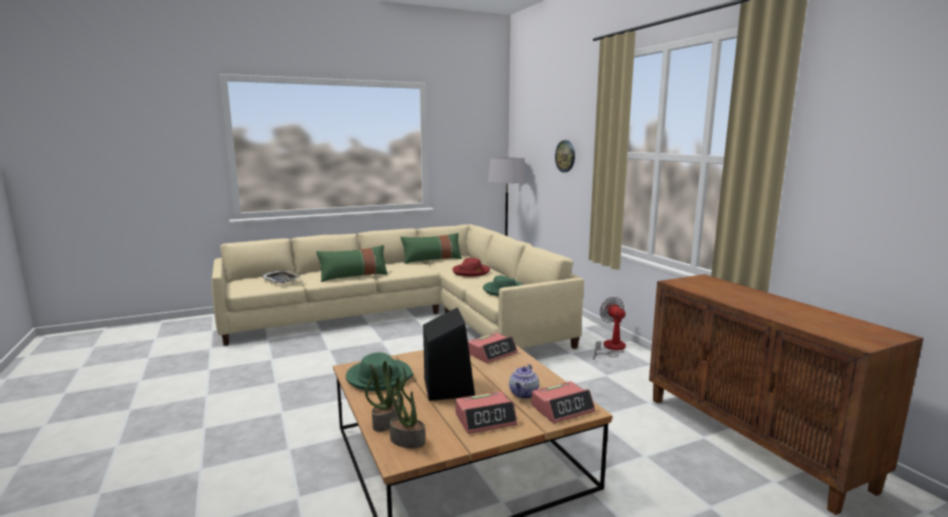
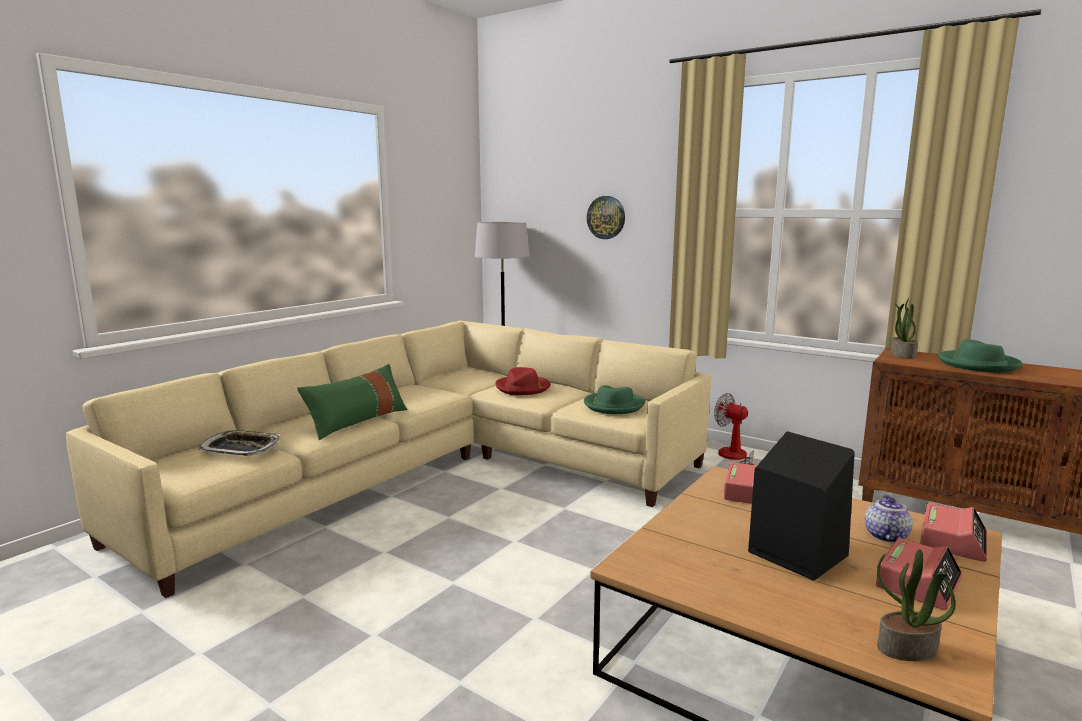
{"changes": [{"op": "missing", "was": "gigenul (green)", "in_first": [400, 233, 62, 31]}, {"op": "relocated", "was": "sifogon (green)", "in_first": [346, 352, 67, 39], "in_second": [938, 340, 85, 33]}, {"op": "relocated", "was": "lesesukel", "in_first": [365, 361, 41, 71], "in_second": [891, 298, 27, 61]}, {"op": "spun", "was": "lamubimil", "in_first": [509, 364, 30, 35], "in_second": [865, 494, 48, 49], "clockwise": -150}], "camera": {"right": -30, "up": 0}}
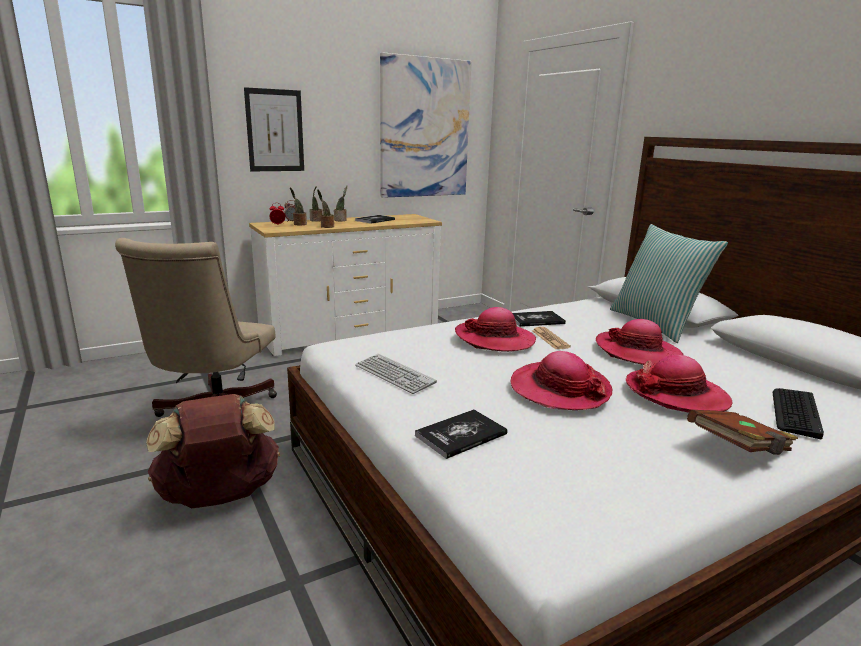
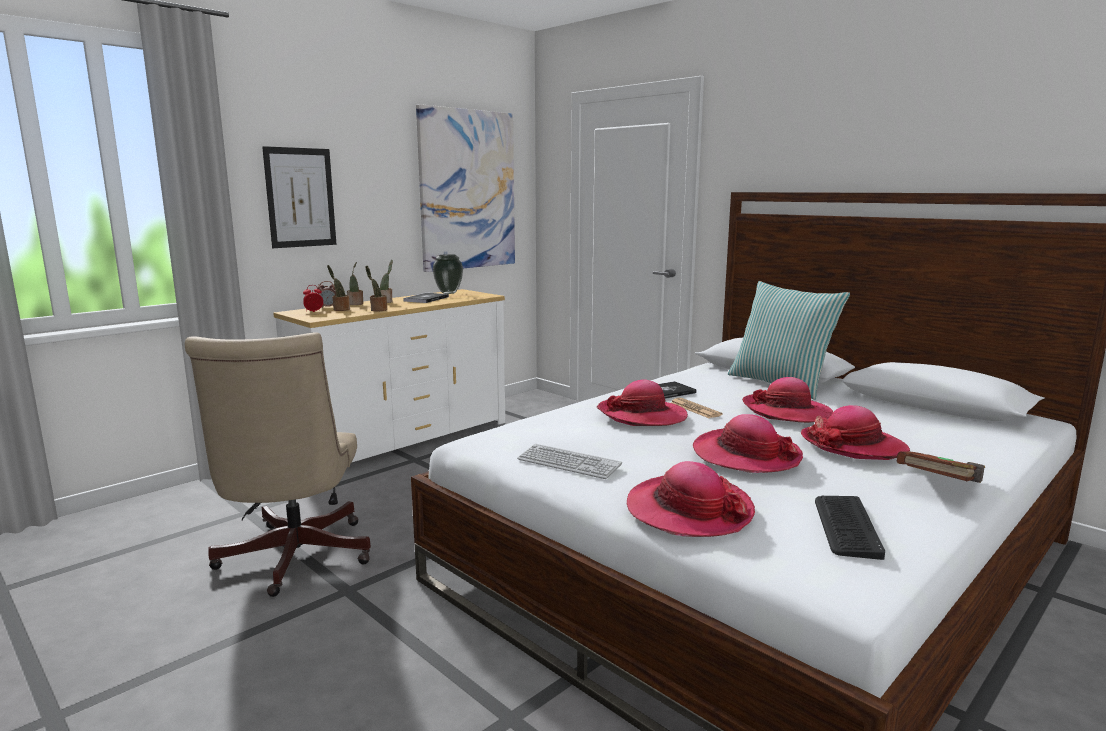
{"changes": [{"op": "missing", "was": "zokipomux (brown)", "in_first": [146, 394, 134, 114]}, {"op": "appeared", "now": "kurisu", "in_second": [433, 254, 30, 40]}, {"op": "relocated", "was": "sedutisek", "in_first": [773, 388, 51, 51], "in_second": [815, 496, 70, 64]}, {"op": "exchanged", "was": "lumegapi", "now": "sifogon", "in_first": [415, 409, 93, 50], "in_second": [627, 461, 128, 76]}], "camera": {"right": -15, "up": -5}}
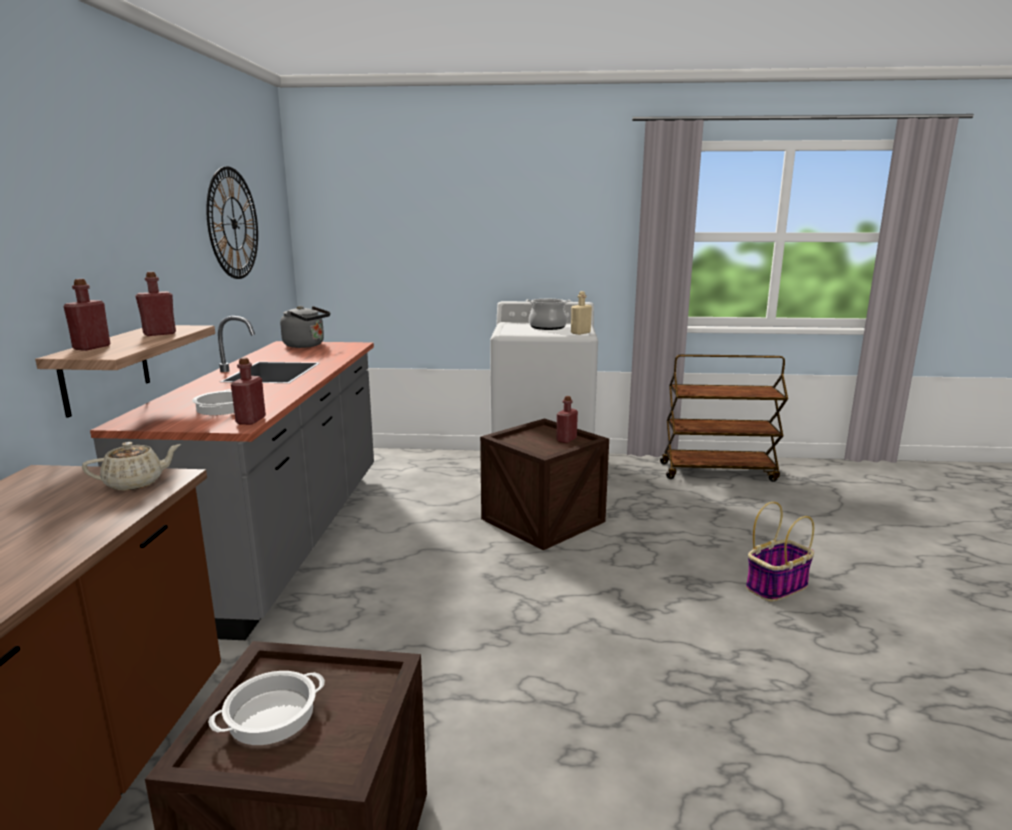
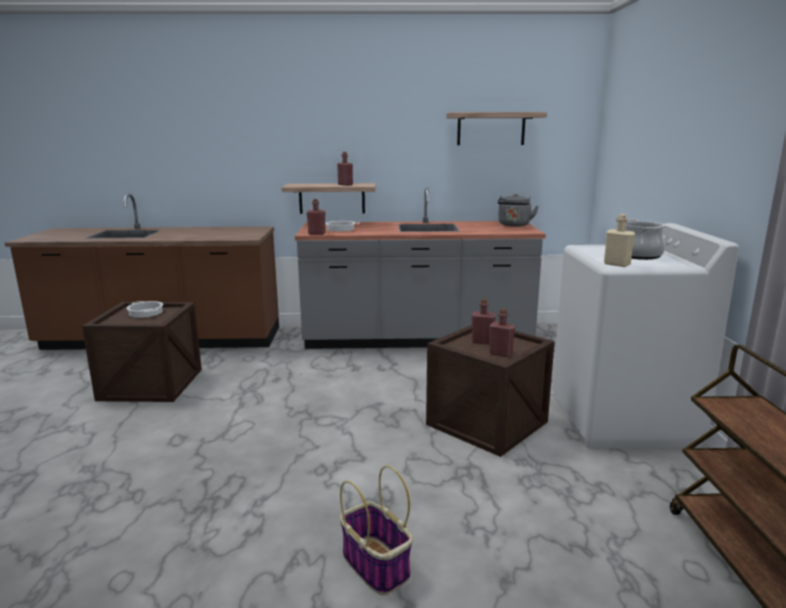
{"changes": [{"op": "missing", "was": "lamubimil (beige)", "in_first": [82, 442, 99, 48]}, {"op": "relocated", "was": "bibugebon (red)", "in_first": [63, 279, 48, 72], "in_second": [472, 299, 24, 45]}, {"op": "exchanged", "was": "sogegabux", "now": "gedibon", "in_first": [206, 166, 52, 113], "in_second": [447, 112, 100, 33]}], "camera": {"right": 85, "up": 0}}
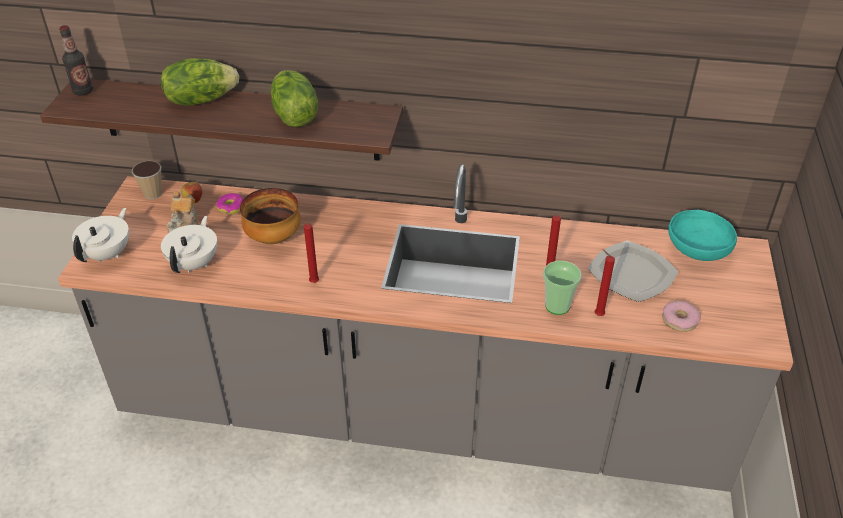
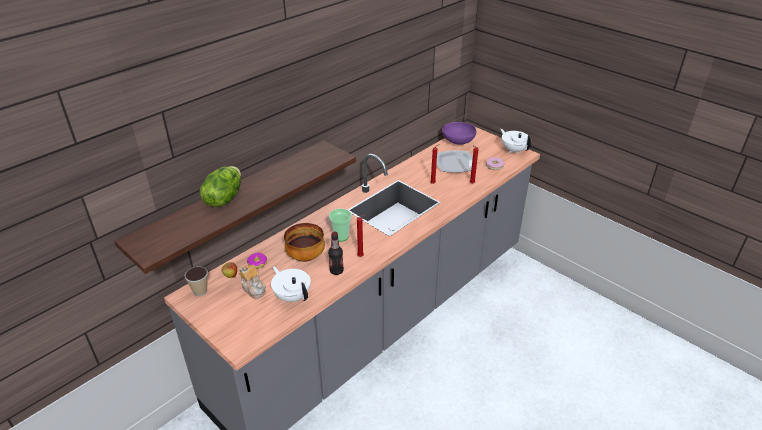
{"changes": [{"op": "missing", "was": "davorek", "in_first": [271, 70, 47, 57]}, {"op": "relocated", "was": "bibugebon", "in_first": [59, 25, 34, 70], "in_second": [328, 232, 16, 43]}, {"op": "relocated", "was": "lamubimil (white)", "in_first": [72, 208, 57, 54], "in_second": [501, 129, 30, 25]}, {"op": "relocated", "was": "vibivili", "in_first": [543, 261, 39, 54], "in_second": [329, 209, 23, 33]}, {"op": "colour", "was": "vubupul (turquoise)", "now": "vubupul (purple)", "in_first": [668, 210, 69, 51], "in_second": [442, 122, 34, 23]}], "camera": {"right": -55, "up": -5}}
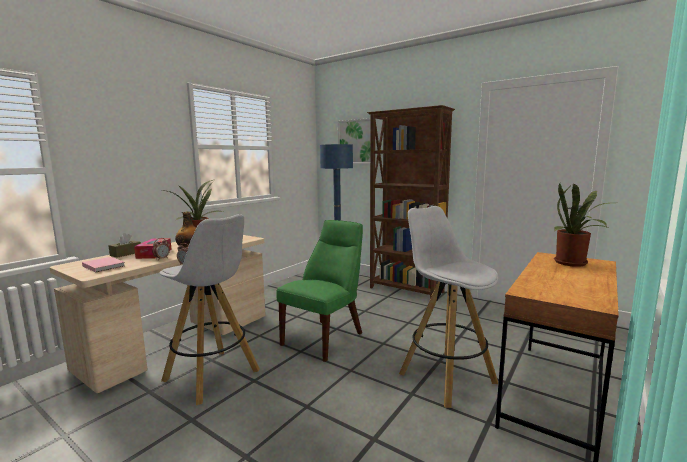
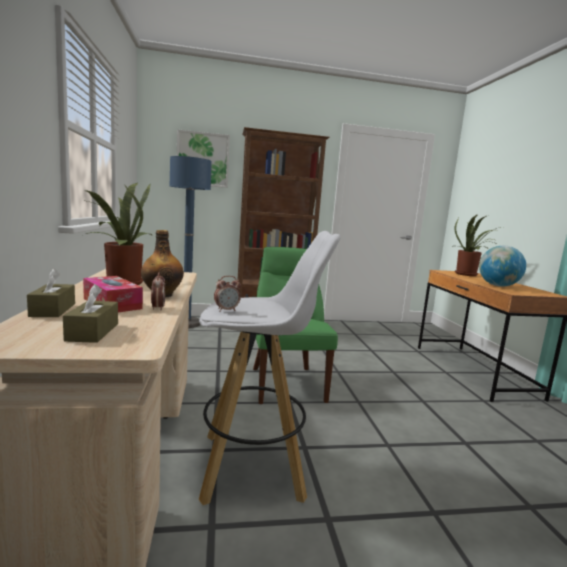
{"changes": [{"op": "missing", "was": "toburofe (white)", "in_first": [399, 206, 99, 202]}, {"op": "appeared", "now": "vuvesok", "in_second": [479, 246, 47, 41]}, {"op": "exchanged", "was": "lumegapi (pink)", "now": "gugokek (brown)", "in_first": [82, 257, 43, 16], "in_second": [63, 284, 55, 59]}], "camera": {"right": -45, "up": 0}}
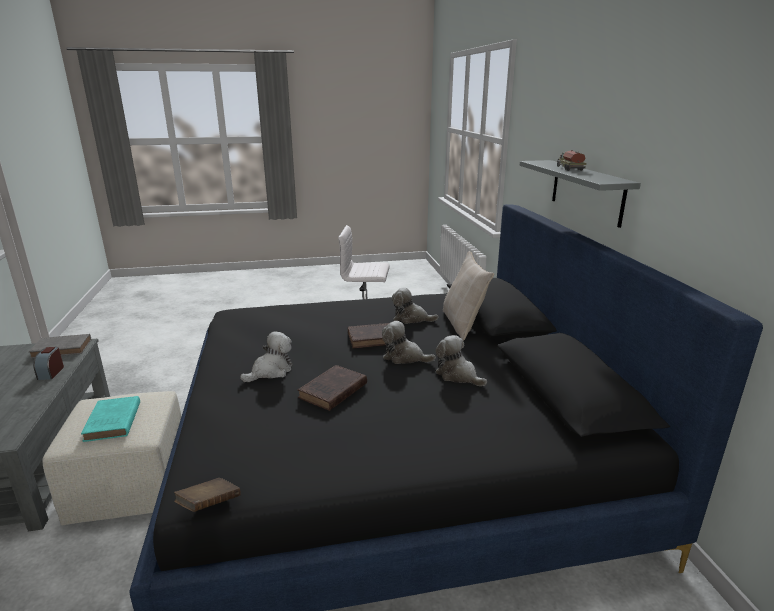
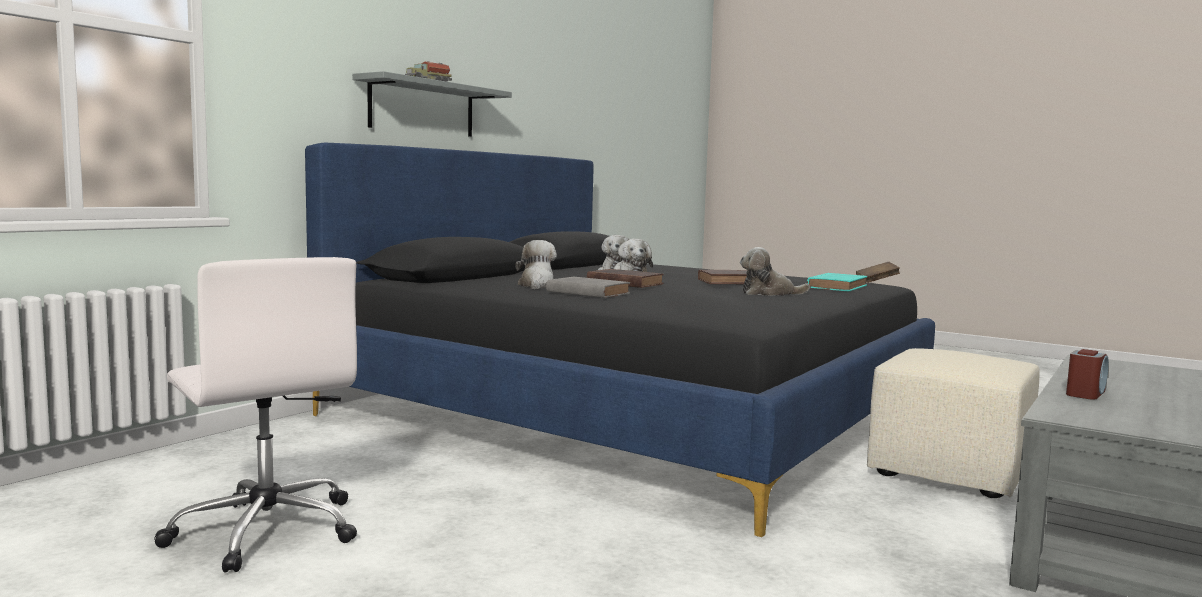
{"changes": [{"op": "missing", "was": "gigenul (beige)", "in_first": [443, 251, 51, 89]}, {"op": "relocated", "was": "lumegapi (grey)", "in_first": [29, 334, 62, 25], "in_second": [546, 277, 84, 21]}, {"op": "relocated", "was": "lumegapi (turquoise)", "in_first": [81, 396, 59, 46], "in_second": [807, 273, 60, 18]}, {"op": "spun", "was": "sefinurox", "in_first": [392, 287, 47, 37], "in_second": [515, 240, 42, 49], "clockwise": -150}], "camera": {"right": -135, "up": -15}}
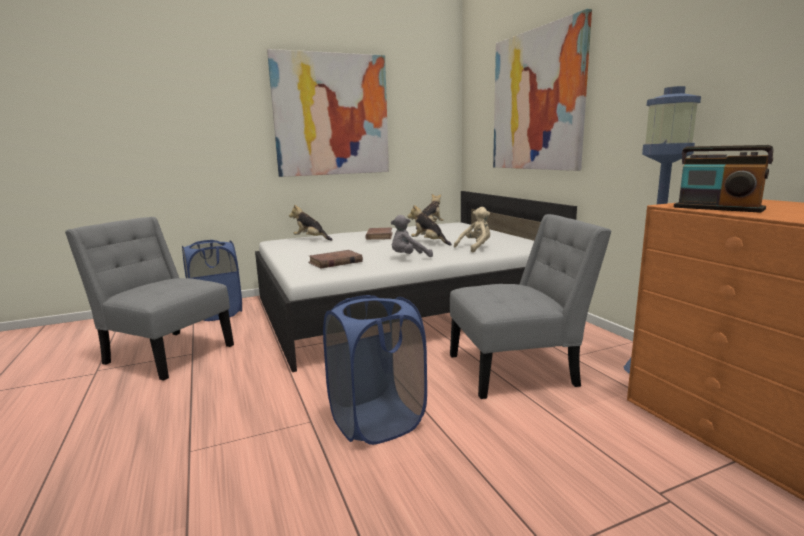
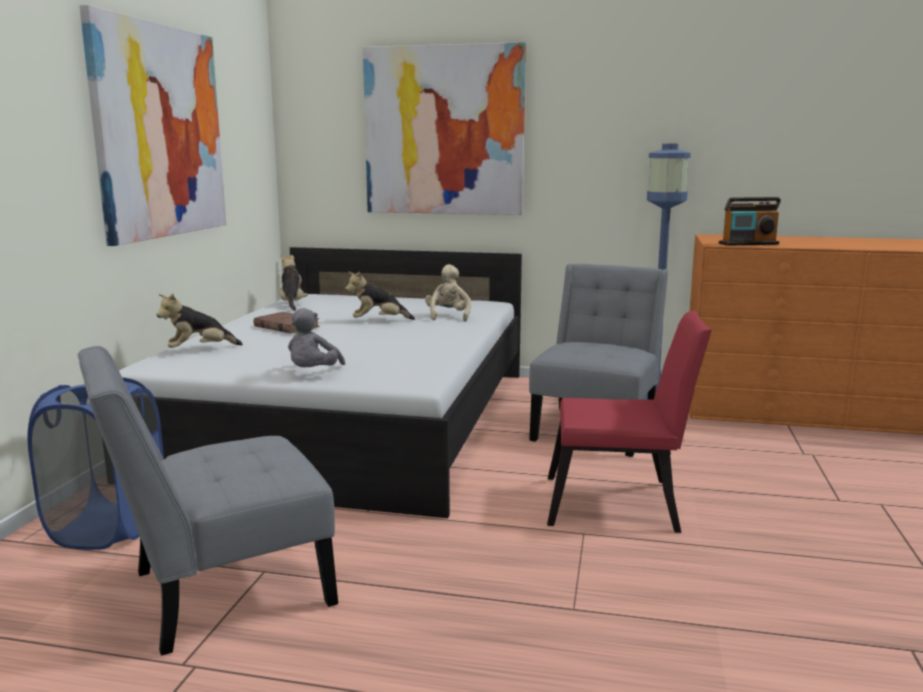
{"changes": [{"op": "missing", "was": "lumegapi (brown)", "in_first": [308, 250, 55, 19]}, {"op": "relocated", "was": "sefinurox (grey)", "in_first": [391, 215, 42, 42], "in_second": [288, 308, 57, 59]}, {"op": "exchanged", "was": "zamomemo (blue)", "now": "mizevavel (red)", "in_first": [323, 295, 104, 150], "in_second": [547, 311, 165, 222]}], "camera": {"right": -55, "up": 0}}
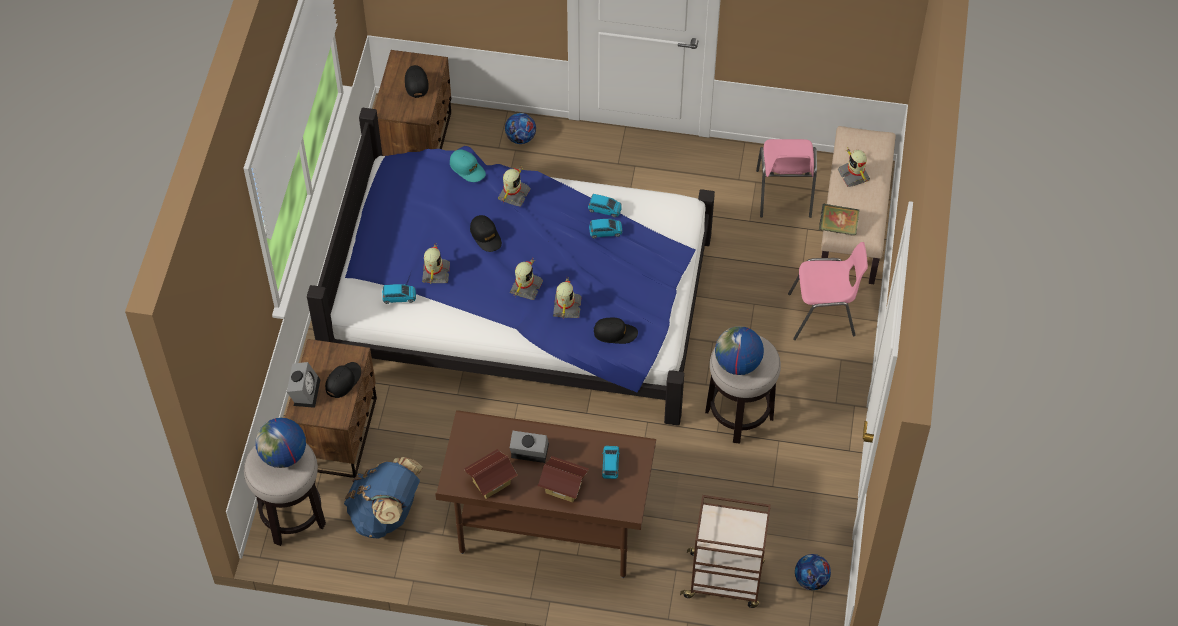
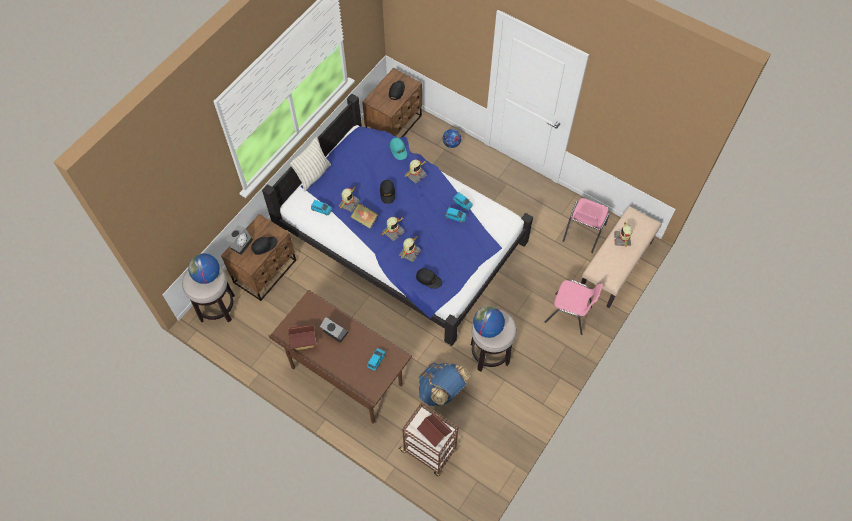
{"changes": [{"op": "missing", "was": "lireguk", "in_first": [795, 554, 36, 36]}, {"op": "appeared", "now": "gigenul", "in_second": [290, 137, 41, 54]}, {"op": "relocated", "was": "zokipomux (blue)", "in_first": [344, 457, 79, 82], "in_second": [419, 362, 52, 44]}, {"op": "relocated", "was": "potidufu", "in_first": [538, 456, 51, 47], "in_second": [417, 413, 35, 34]}, {"op": "relocated", "was": "lumegapi", "in_first": [819, 204, 40, 32], "in_second": [351, 203, 28, 26]}], "camera": {"right": 25, "up": 5}}
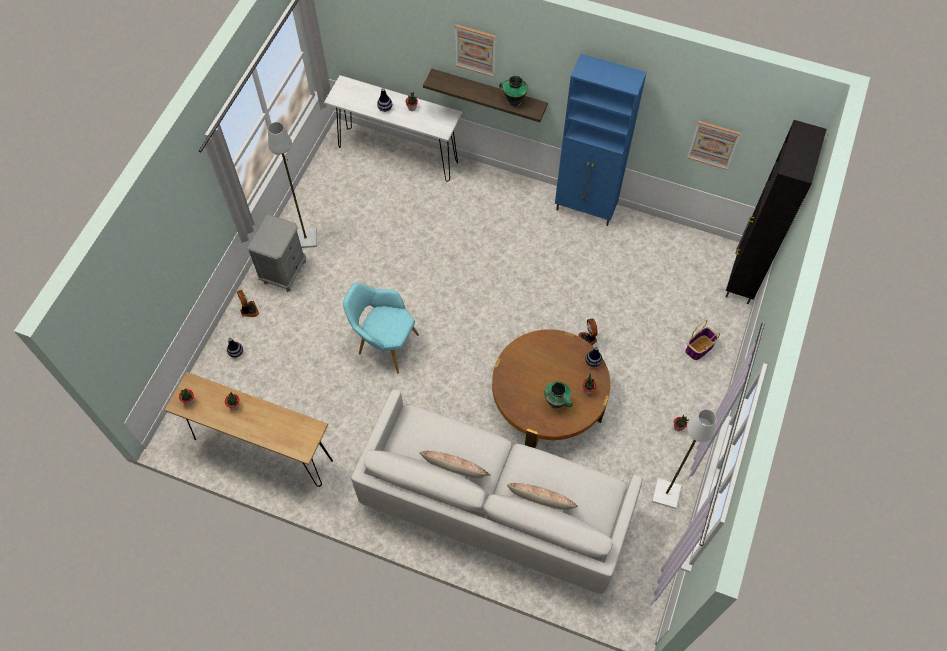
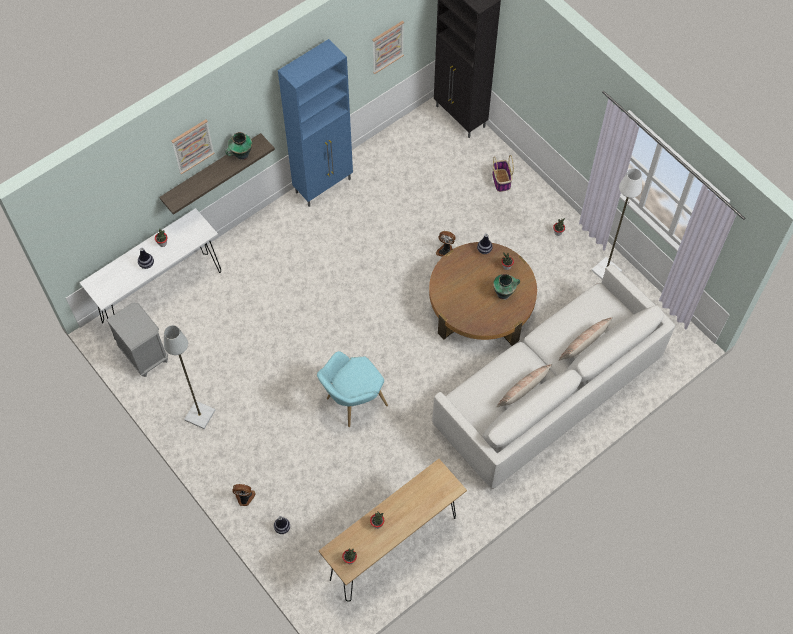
{"changes": [{"op": "relocated", "was": "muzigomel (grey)", "in_first": [247, 214, 59, 78], "in_second": [107, 303, 61, 74]}], "camera": {"right": -60, "up": 0}}
